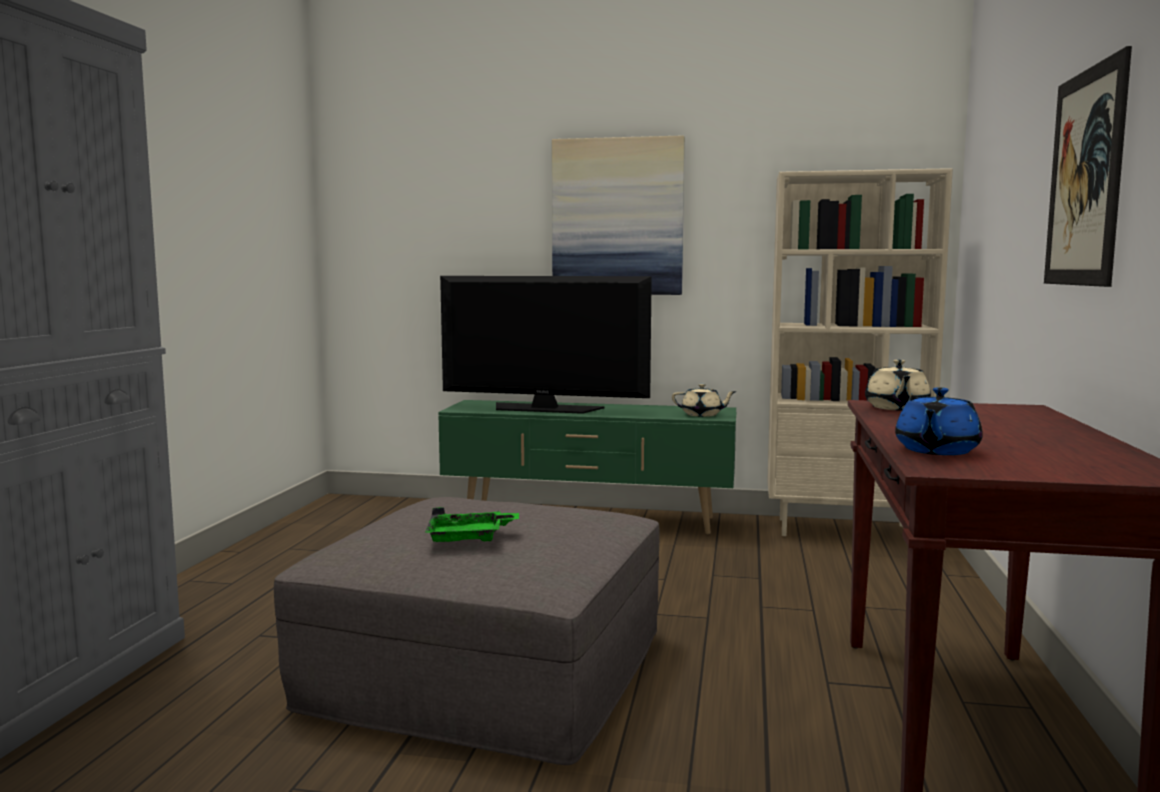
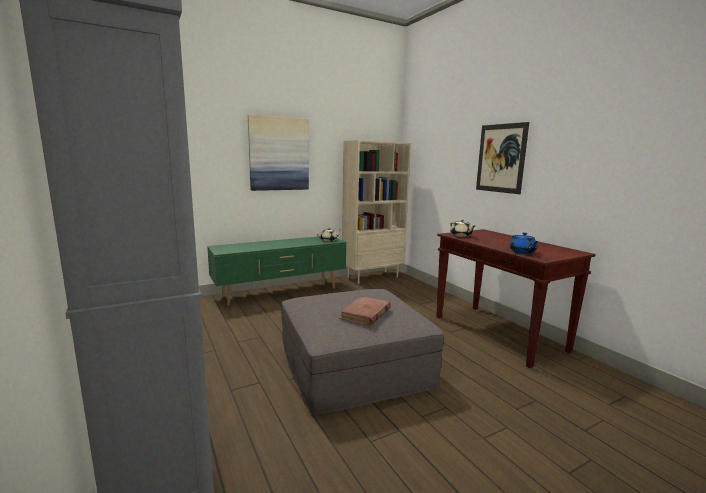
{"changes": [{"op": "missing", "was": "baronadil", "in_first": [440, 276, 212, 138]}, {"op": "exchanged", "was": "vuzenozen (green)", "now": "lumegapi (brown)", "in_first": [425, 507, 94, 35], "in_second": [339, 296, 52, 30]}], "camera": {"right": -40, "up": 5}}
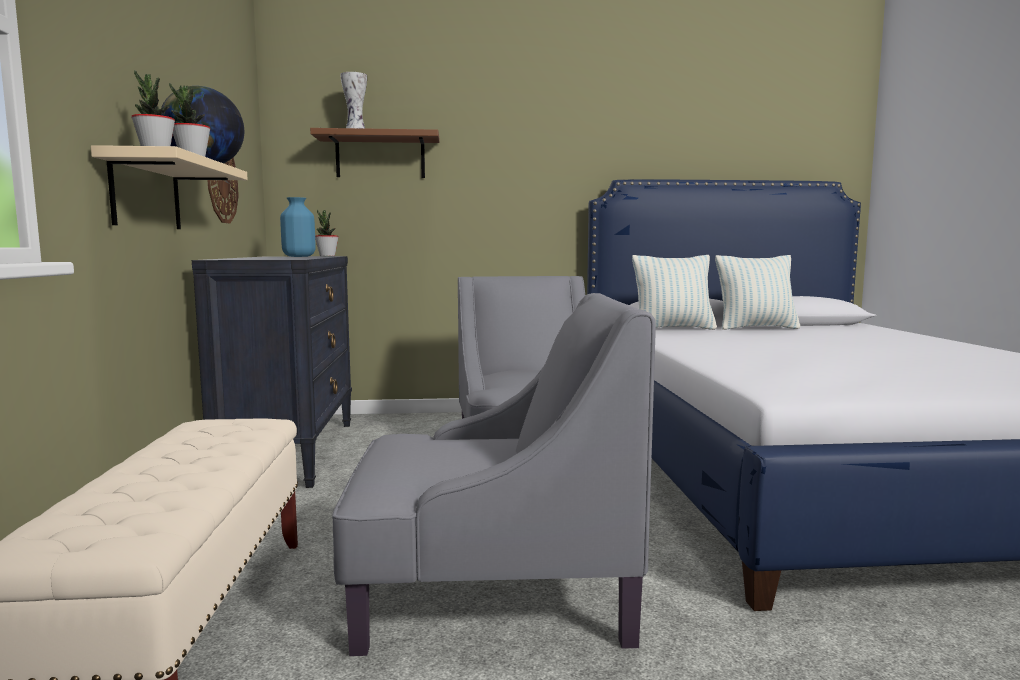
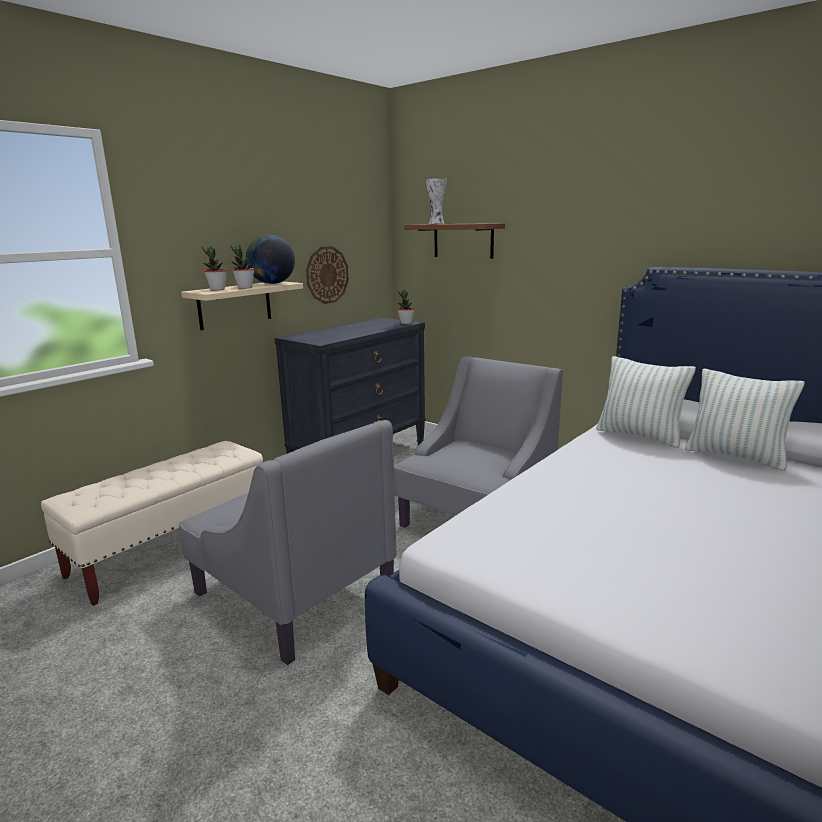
{"changes": [{"op": "missing", "was": "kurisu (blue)", "in_first": [280, 197, 36, 60]}], "camera": {"right": 45, "up": 10}}
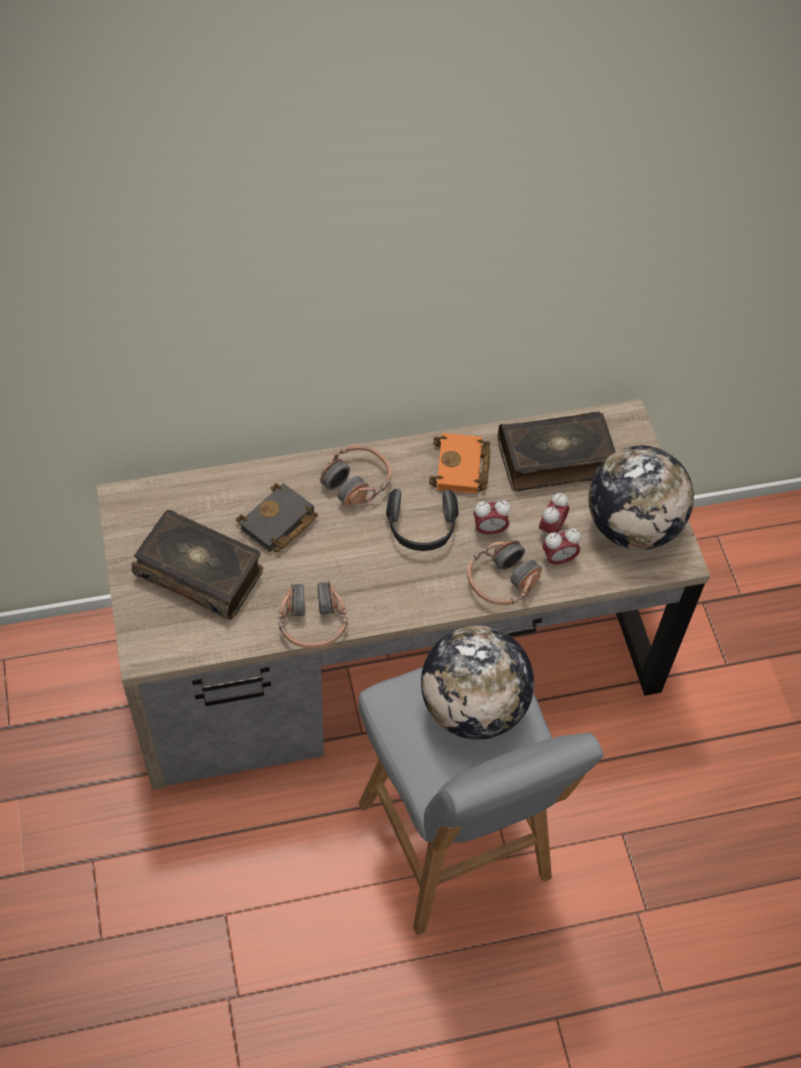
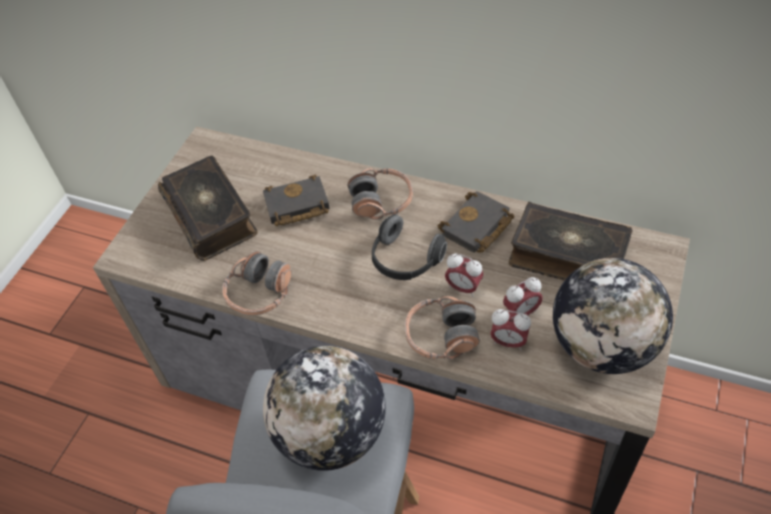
{"changes": [{"op": "colour", "was": "lumegapi (orange)", "now": "lumegapi (black)", "in_first": [429, 433, 61, 61], "in_second": [437, 191, 78, 62]}], "camera": {"right": 40, "up": -5}}
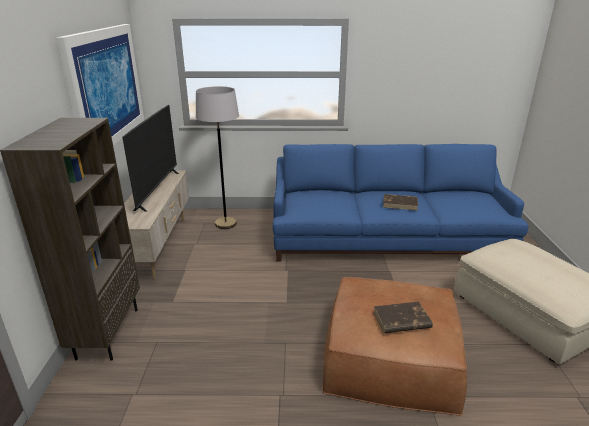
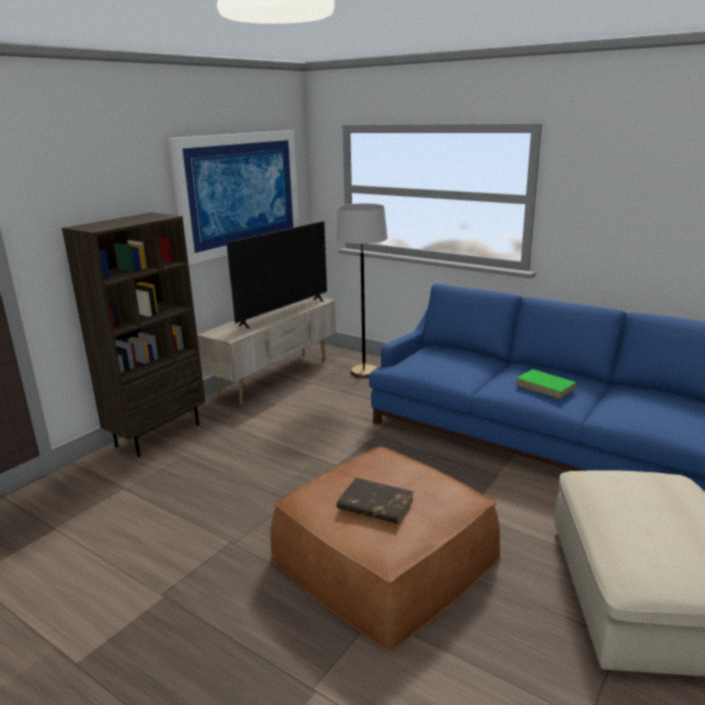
{"changes": [{"op": "colour", "was": "lumegapi (brown)", "now": "lumegapi (green)", "in_first": [383, 194, 35, 16], "in_second": [516, 369, 62, 30]}], "camera": {"right": 35, "up": -5}}
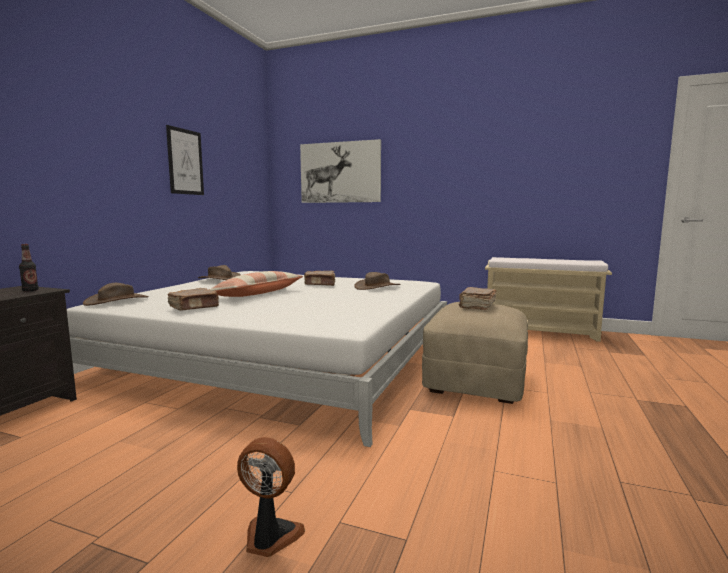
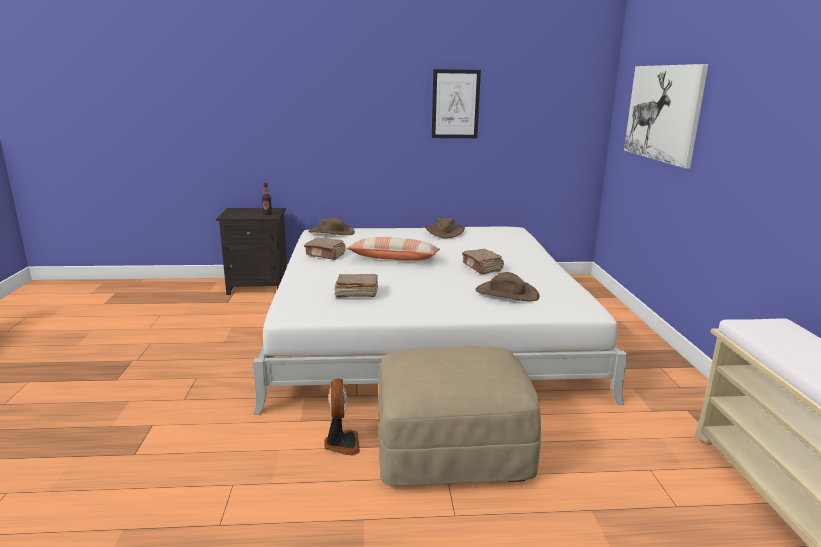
{"changes": [{"op": "relocated", "was": "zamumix", "in_first": [237, 437, 68, 120], "in_second": [324, 379, 36, 76]}, {"op": "relocated", "was": "lumegapi (brown)", "in_first": [459, 287, 38, 23], "in_second": [334, 274, 44, 24]}], "camera": {"right": 65, "up": 10}}
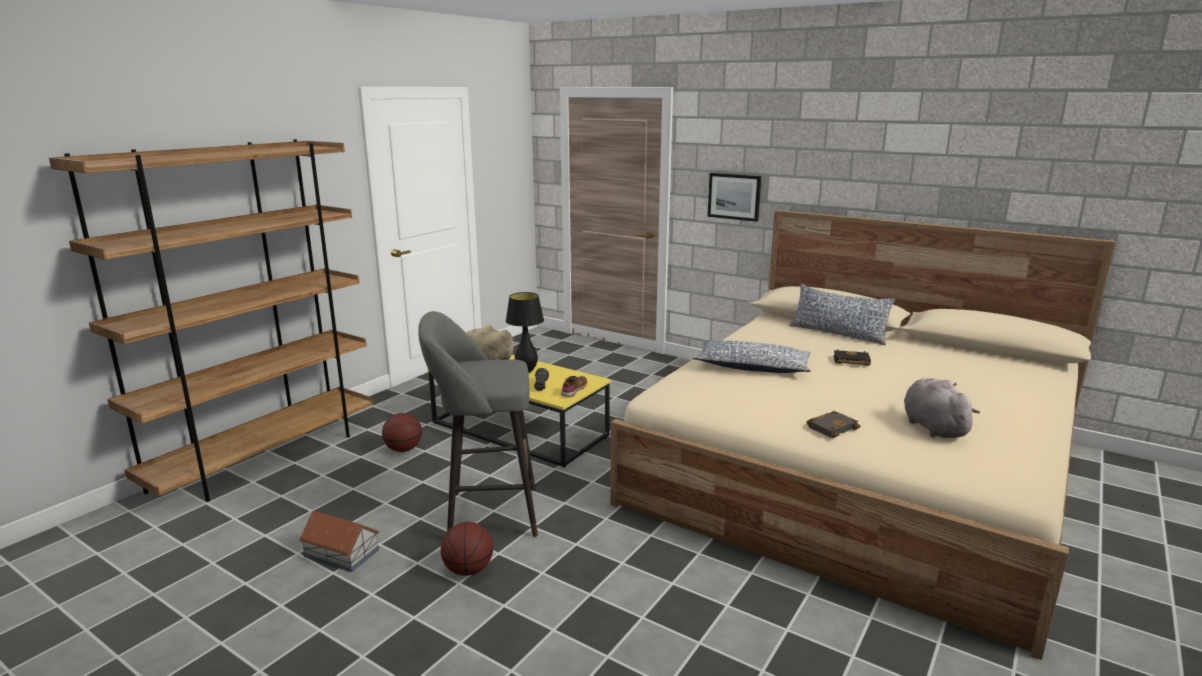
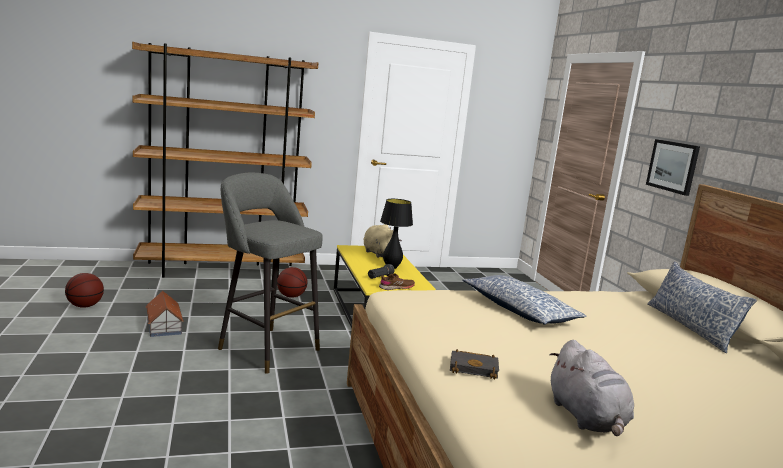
{"changes": [{"op": "missing", "was": "lumegapi (black)", "in_first": [833, 349, 38, 17]}, {"op": "relocated", "was": "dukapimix", "in_first": [441, 522, 52, 54], "in_second": [65, 273, 39, 35]}, {"op": "spun", "was": "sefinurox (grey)", "in_first": [904, 378, 76, 60], "in_second": [549, 340, 85, 96], "clockwise": 135}], "camera": {"right": 40, "up": -5}}
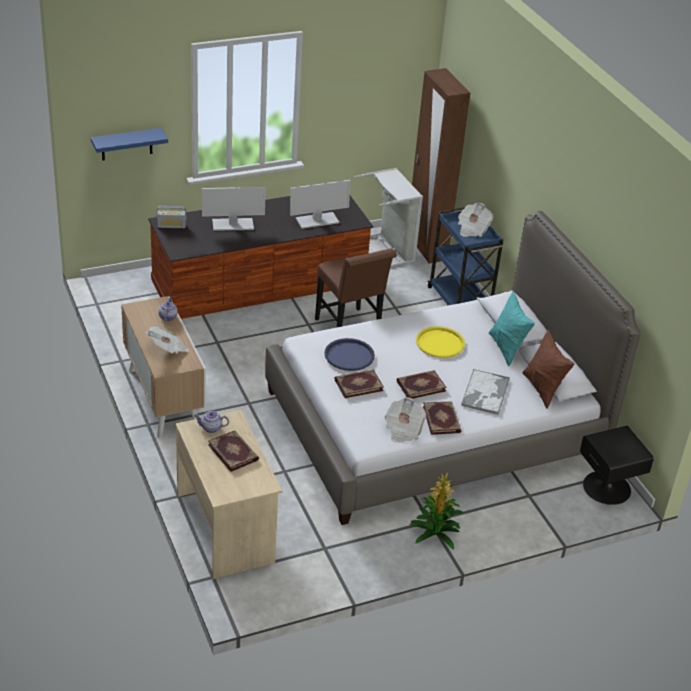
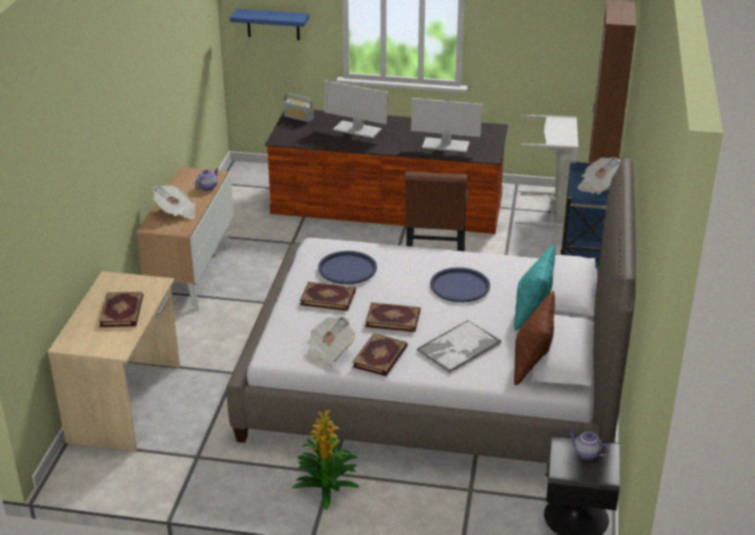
{"changes": [{"op": "relocated", "was": "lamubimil", "in_first": [194, 411, 35, 22], "in_second": [569, 430, 40, 30]}, {"op": "colour", "was": "vuzenozen (yellow)", "now": "vuzenozen (blue)", "in_first": [416, 326, 49, 32], "in_second": [430, 267, 60, 35]}], "camera": {"right": 35, "up": -5}}
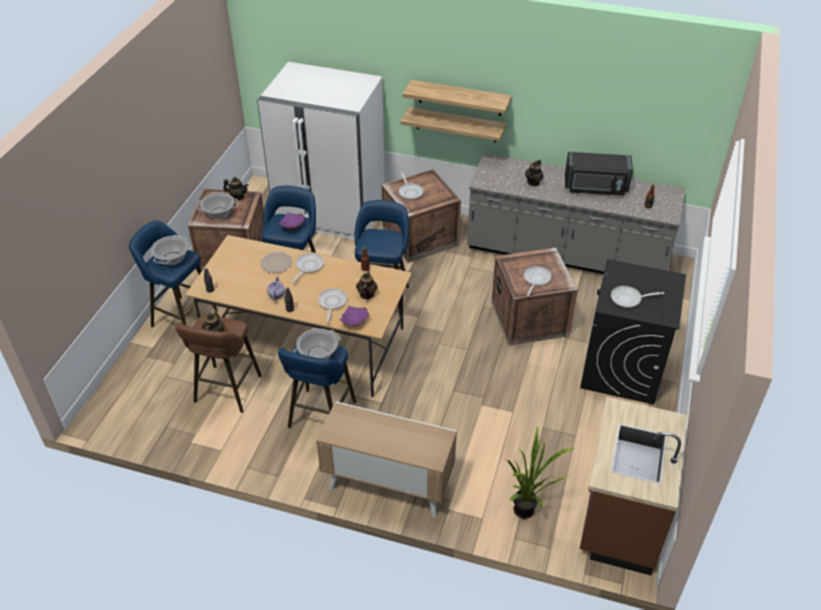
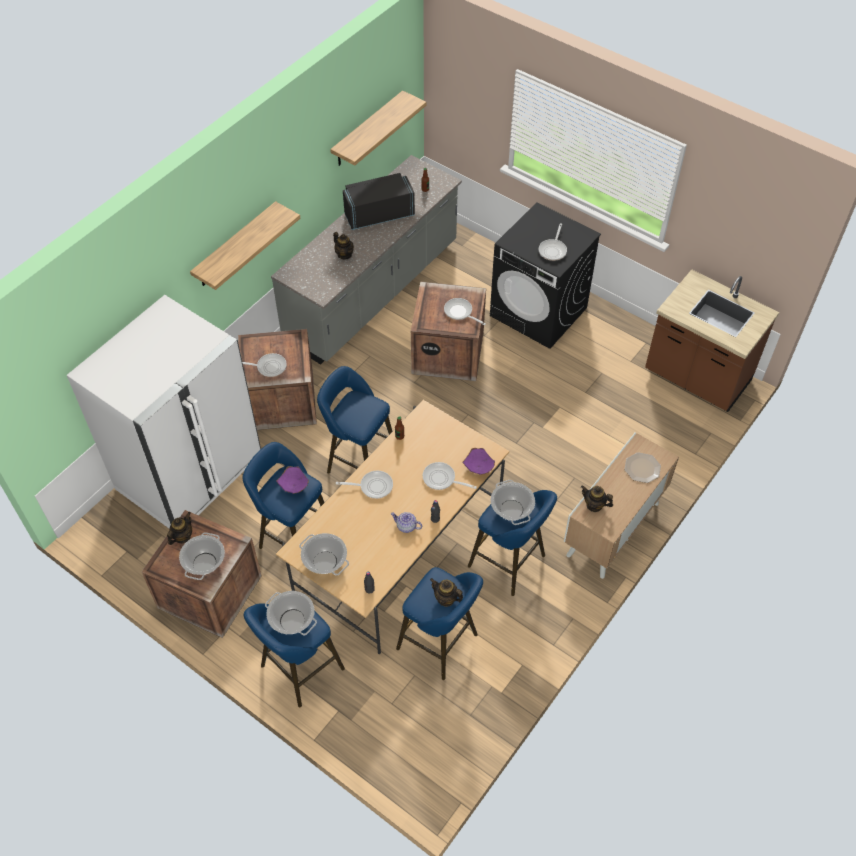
{"changes": [{"op": "missing", "was": "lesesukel", "in_first": [505, 427, 70, 92]}, {"op": "appeared", "now": "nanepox", "in_second": [299, 533, 50, 42]}, {"op": "relocated", "was": "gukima", "in_first": [261, 252, 31, 21], "in_second": [624, 452, 37, 31]}, {"op": "relocated", "was": "lamubimil", "in_first": [356, 270, 22, 29], "in_second": [581, 485, 32, 27]}, {"op": "relocated", "was": "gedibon", "in_first": [400, 107, 106, 35], "in_second": [330, 91, 96, 75]}, {"op": "colour", "was": "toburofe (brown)", "now": "toburofe (blue)", "in_first": [176, 315, 86, 98], "in_second": [396, 567, 87, 113]}, {"op": "spun", "was": "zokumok", "in_first": [291, 253, 33, 29], "in_second": [336, 471, 57, 28], "clockwise": 135}, {"op": "spun", "was": "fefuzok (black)", "in_first": [565, 152, 68, 44], "in_second": [343, 173, 72, 57], "clockwise": -135}], "camera": {"right": -70, "up": 10}}
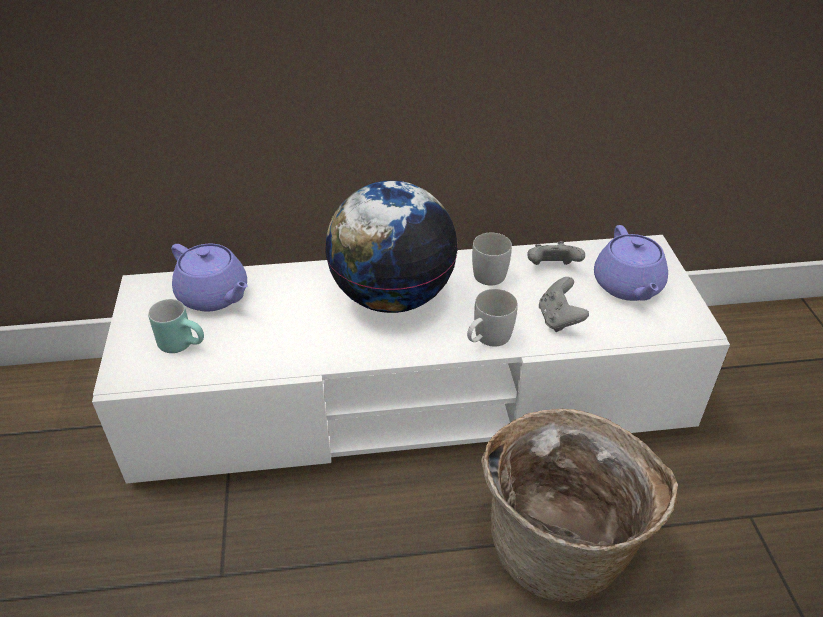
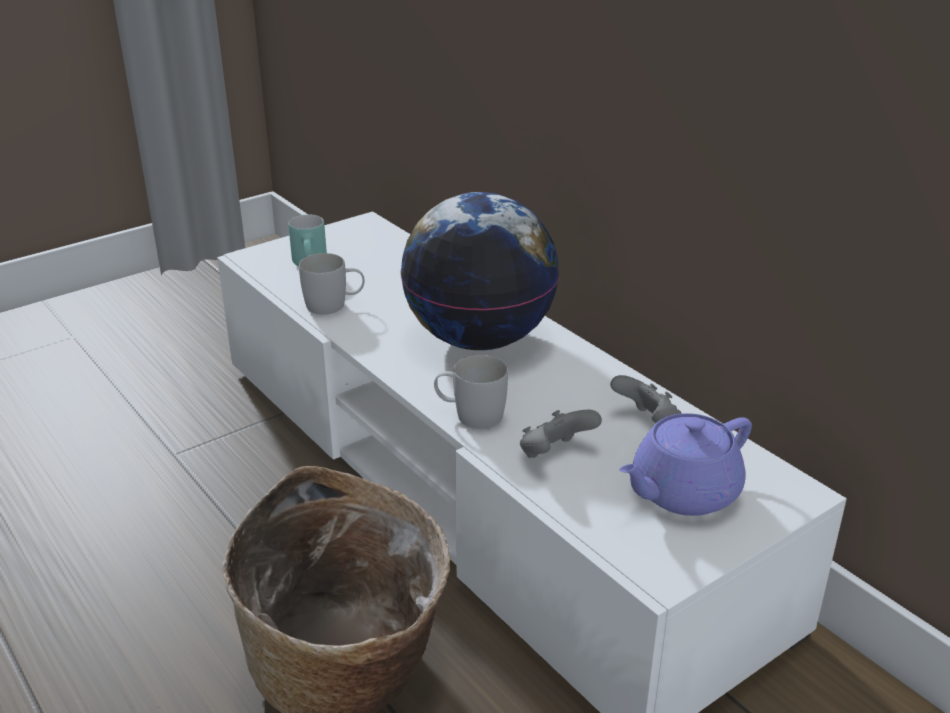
{"changes": [{"op": "missing", "was": "lamubimil (purple)", "in_first": [171, 244, 77, 68]}, {"op": "relocated", "was": "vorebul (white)", "in_first": [472, 233, 40, 52], "in_second": [299, 253, 66, 62]}], "camera": {"right": 60, "up": -10}}
